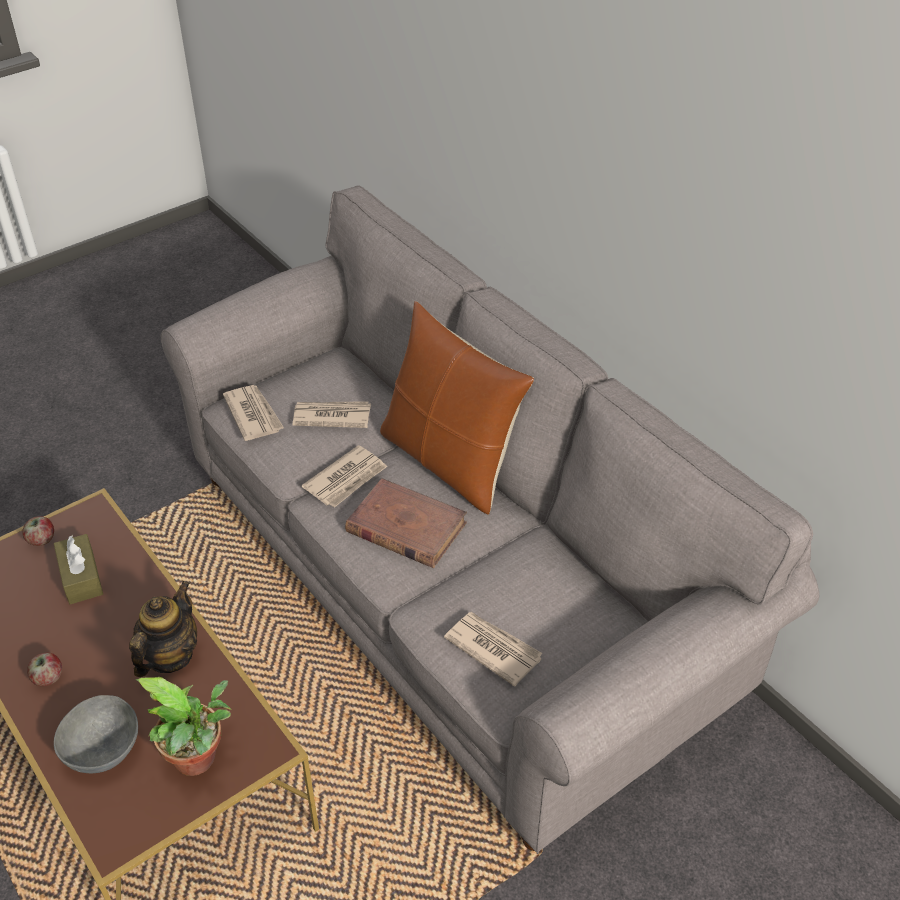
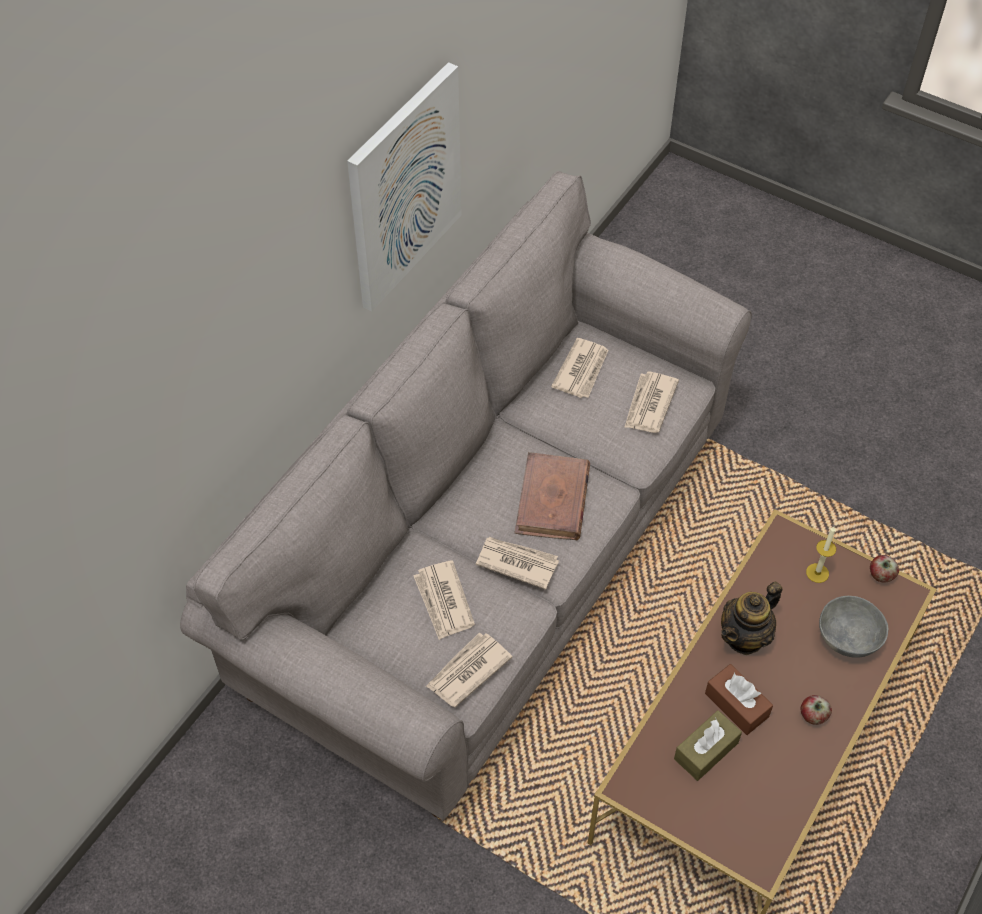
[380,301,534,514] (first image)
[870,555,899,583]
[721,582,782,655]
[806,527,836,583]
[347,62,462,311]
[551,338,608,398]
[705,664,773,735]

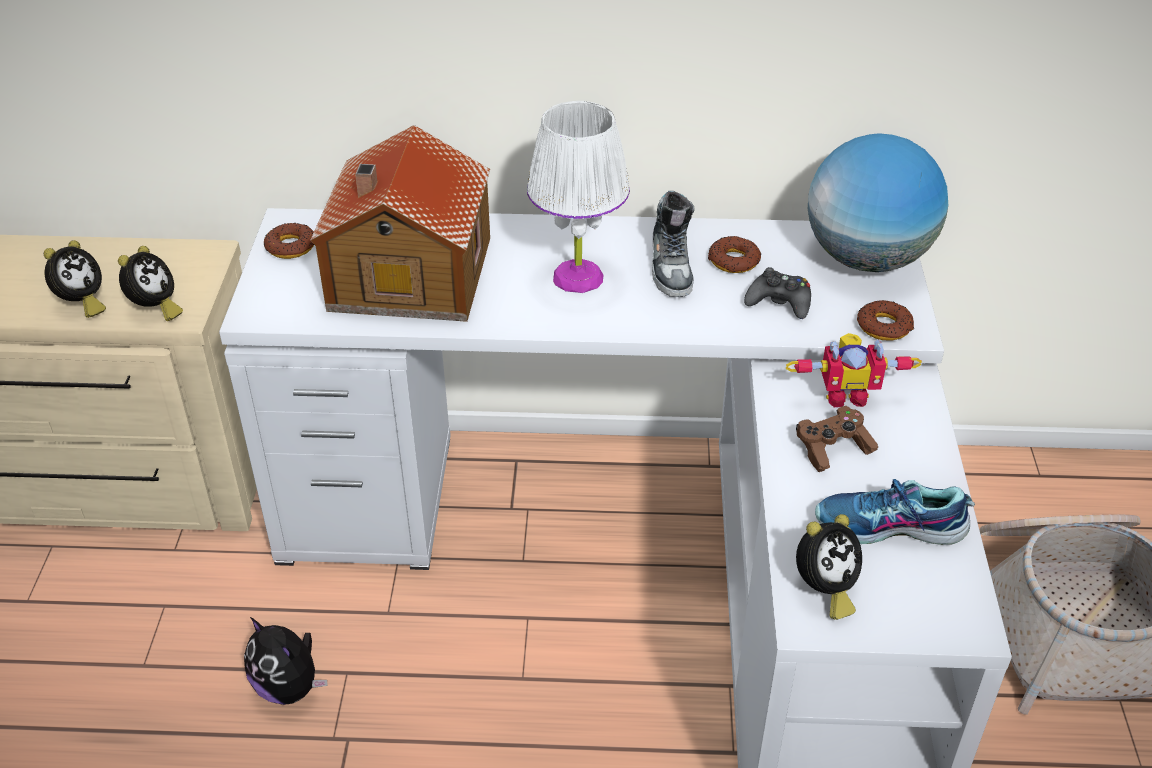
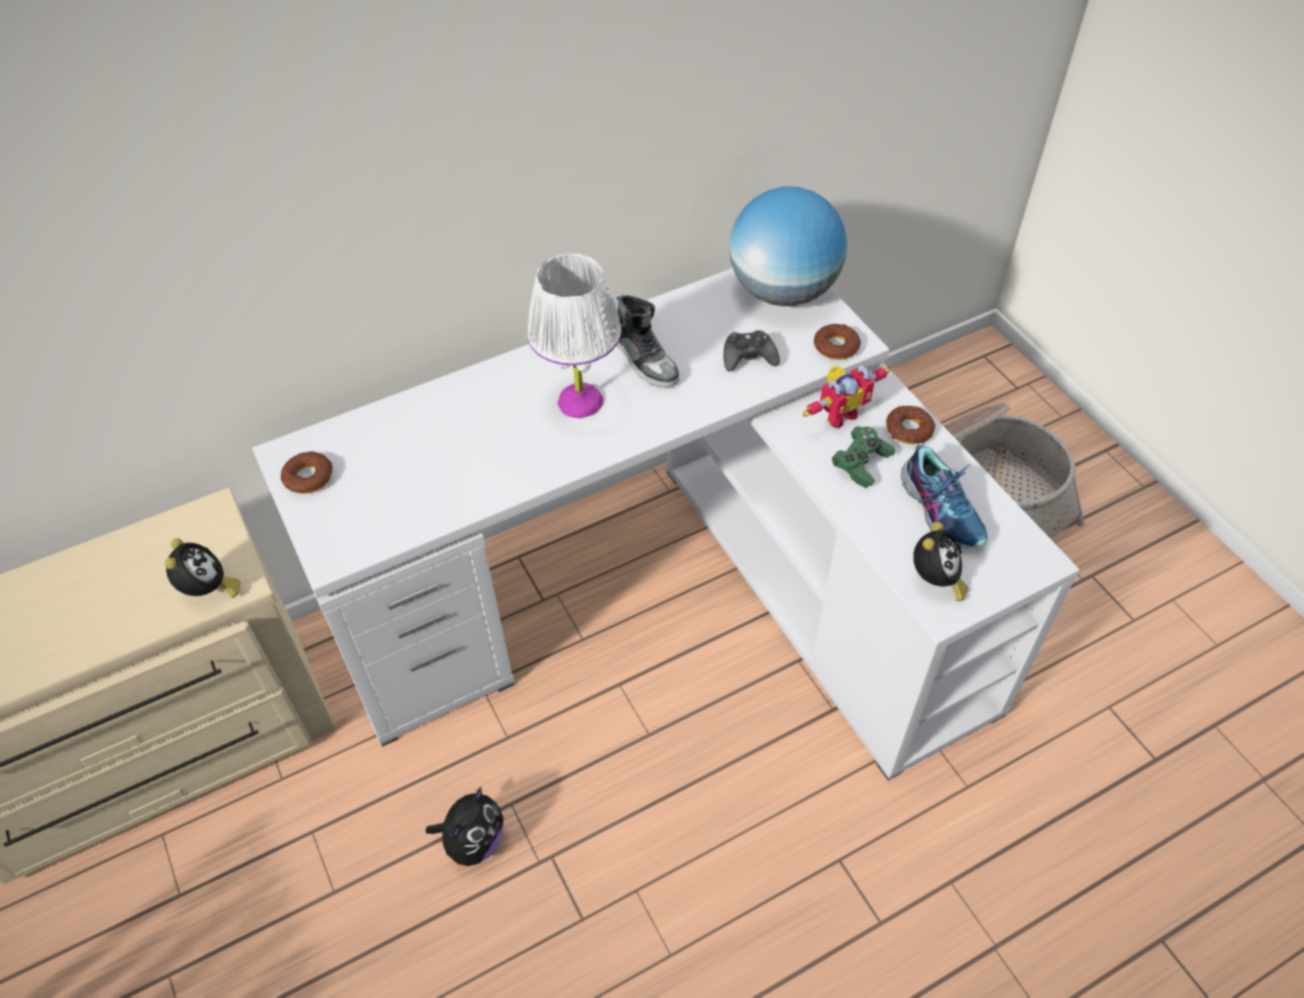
[310,125,490,322] (first image)
[886,405,935,444]
[44,240,106,318] (first image)
[832,426,895,488]
[901,444,988,548]
[426,787,503,866]

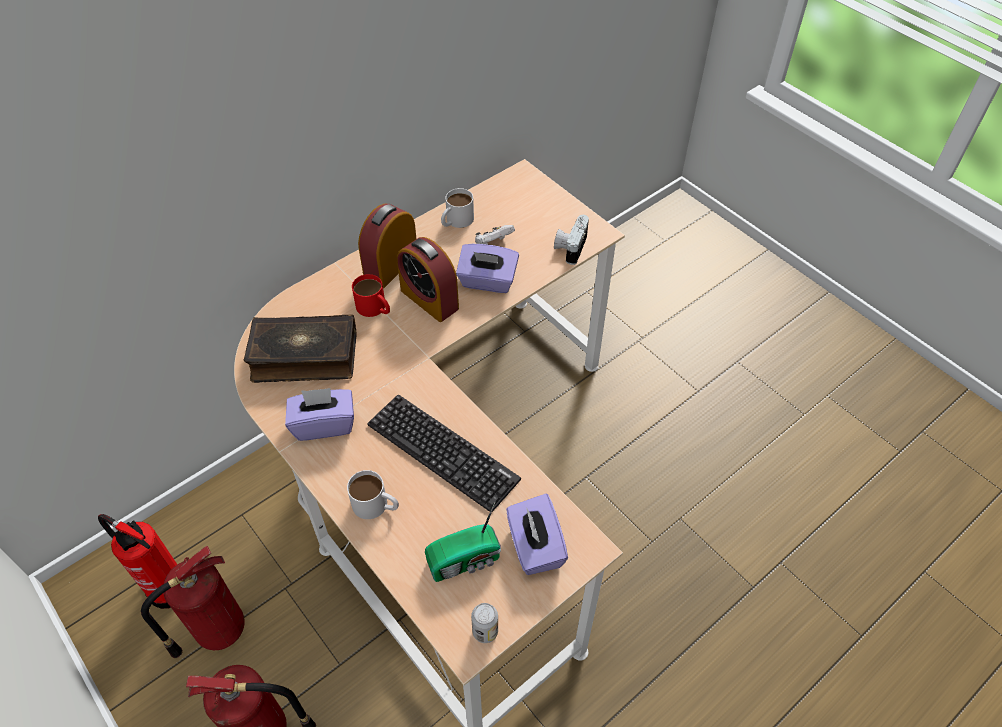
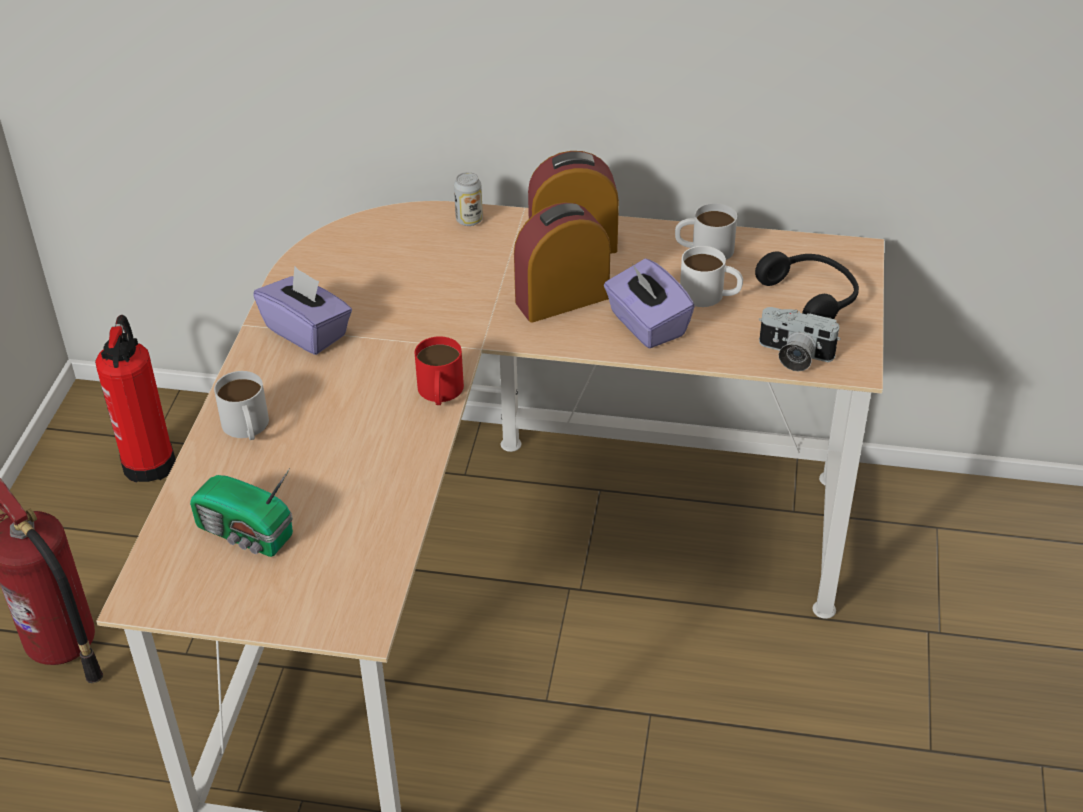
[759,307,841,371]
[680,246,743,307]
[514,202,610,323]
[415,336,464,405]
[244,315,357,383] (first image)
[368,395,521,512] (first image)
[506,494,568,575] (first image)
[141,546,244,658] (first image)
[454,172,483,226]
[755,251,859,319]

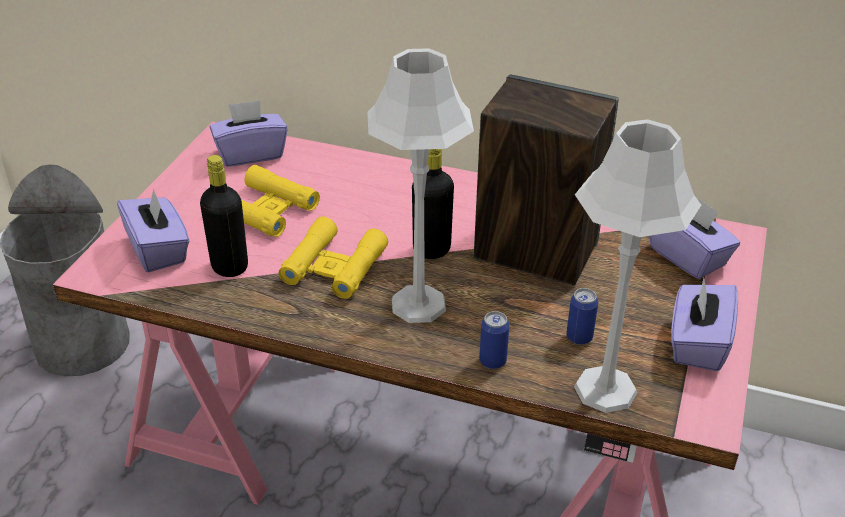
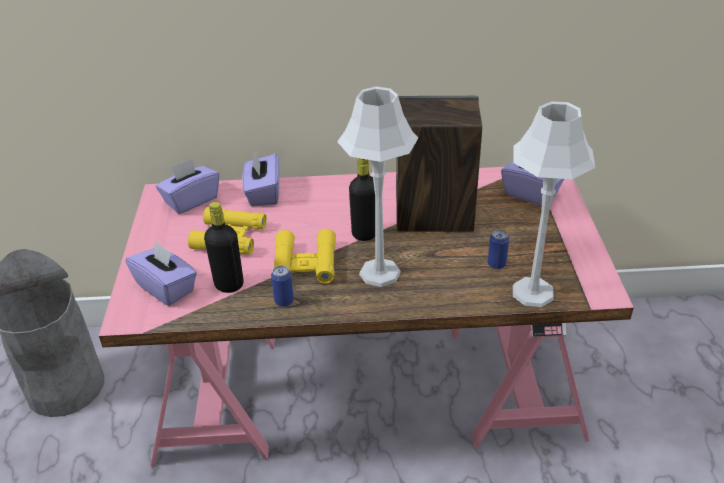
[242,151,279,206]
[271,265,294,307]

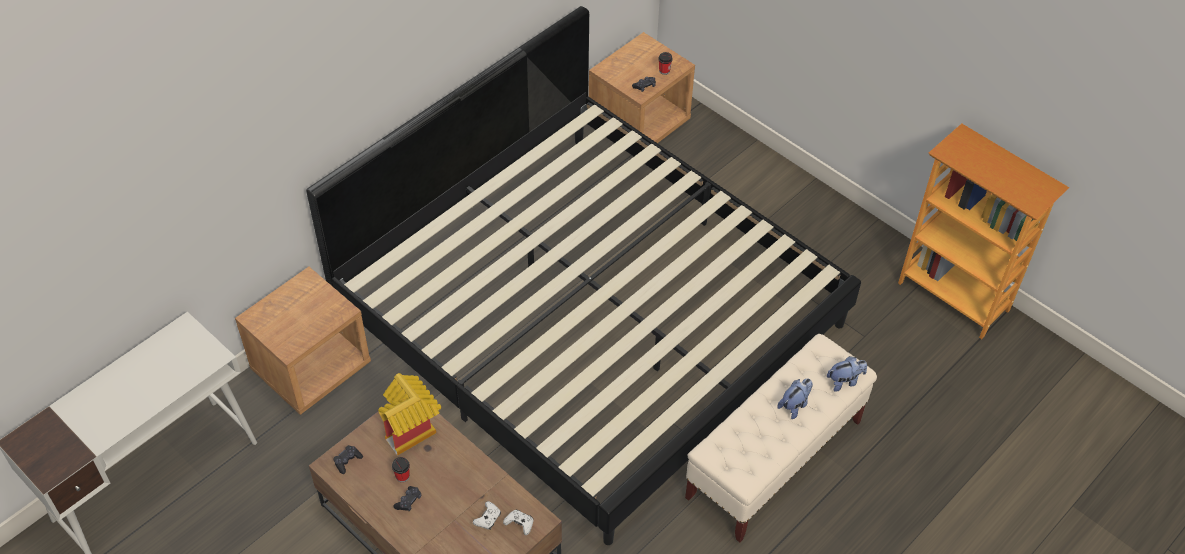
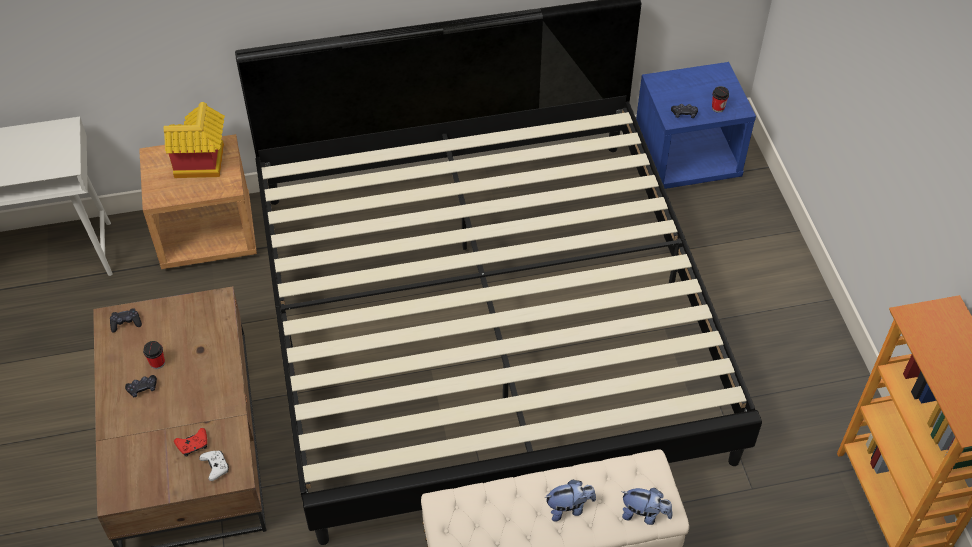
[636,62,756,189]
[164,102,225,178]
[174,428,207,457]

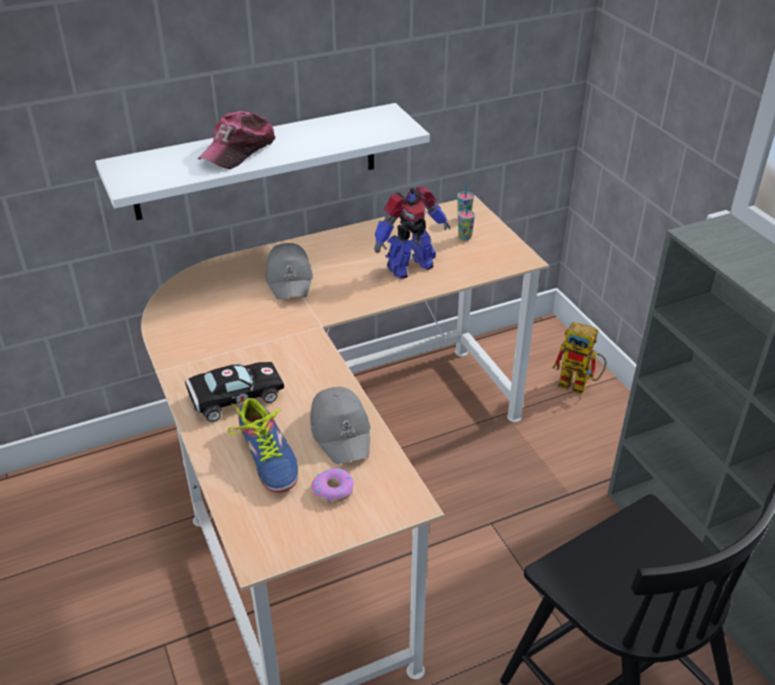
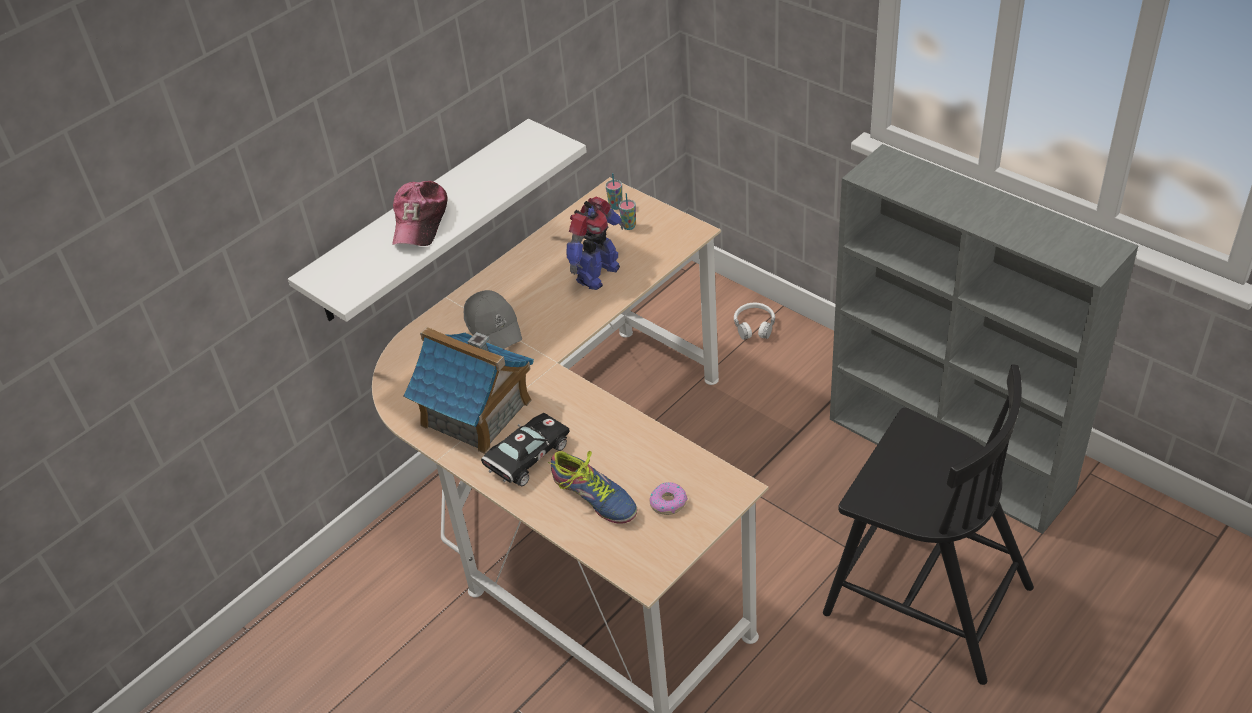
[734,303,775,340]
[310,387,371,464] (first image)
[404,327,534,454]

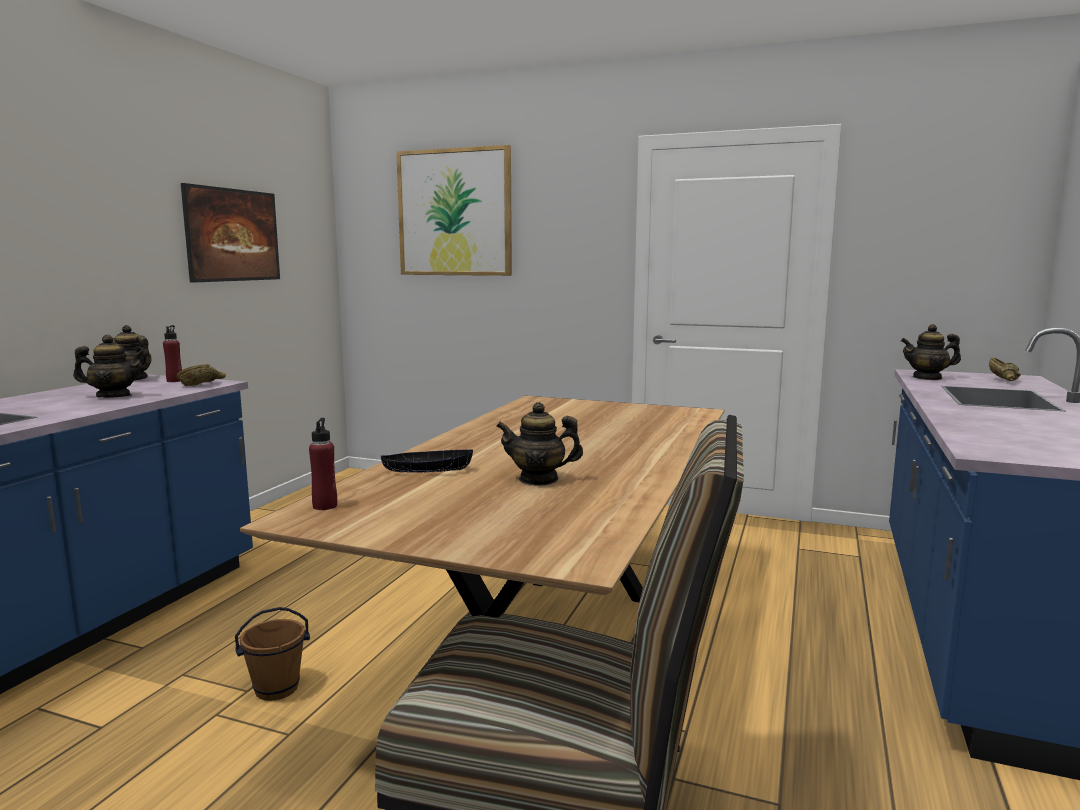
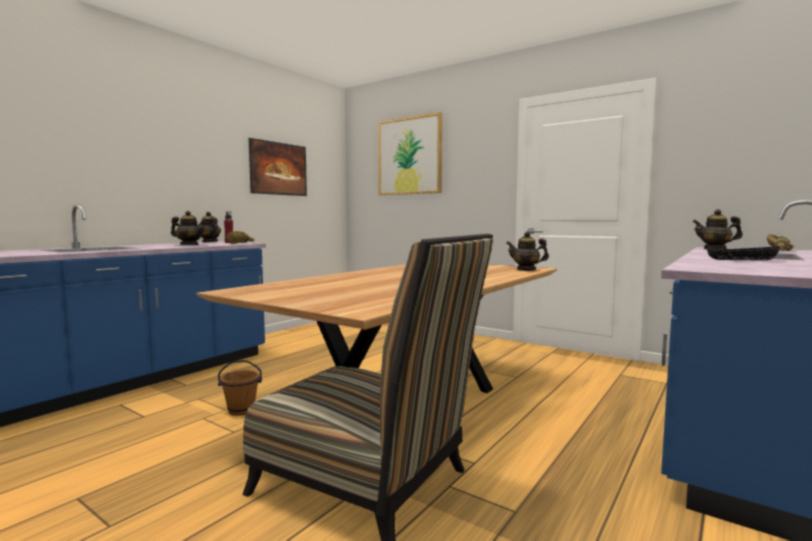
[506,232,549,271]
[309,418,337,510] (first image)
[707,245,780,261]

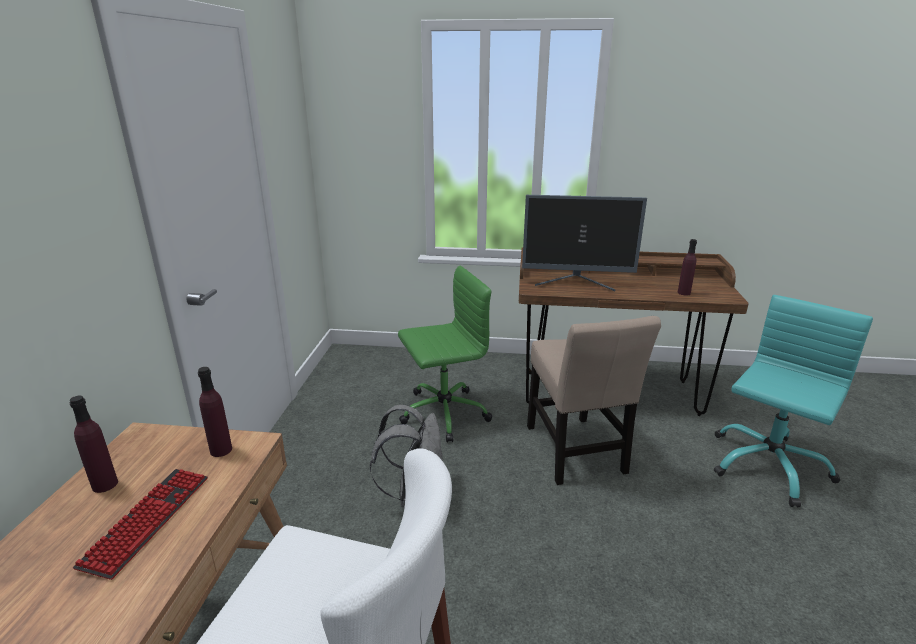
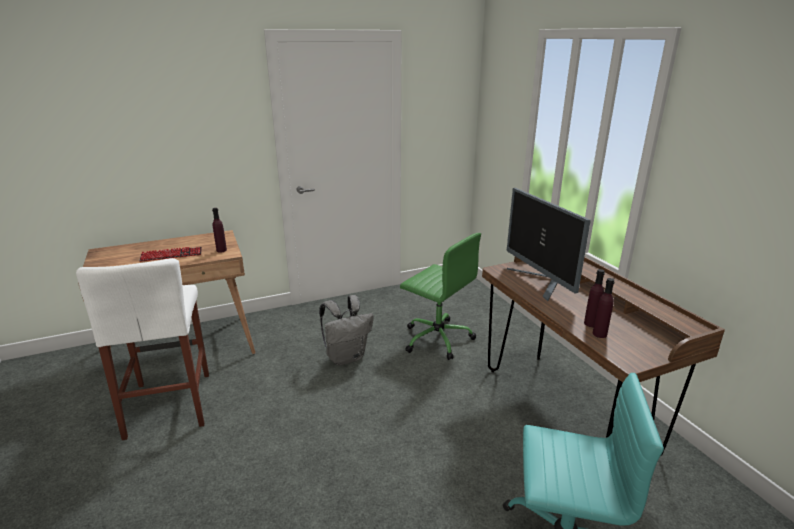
[527,316,661,485] (first image)
[584,269,605,327]

